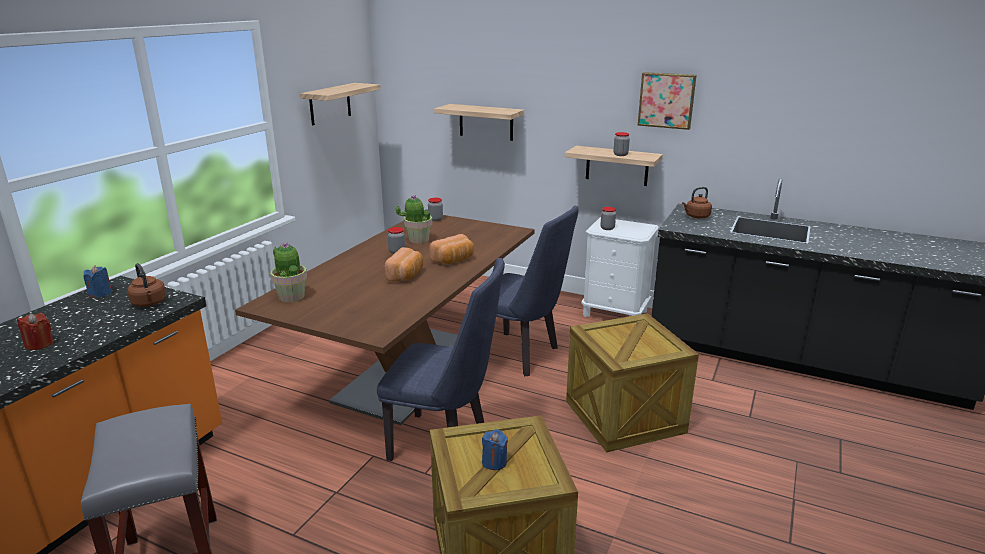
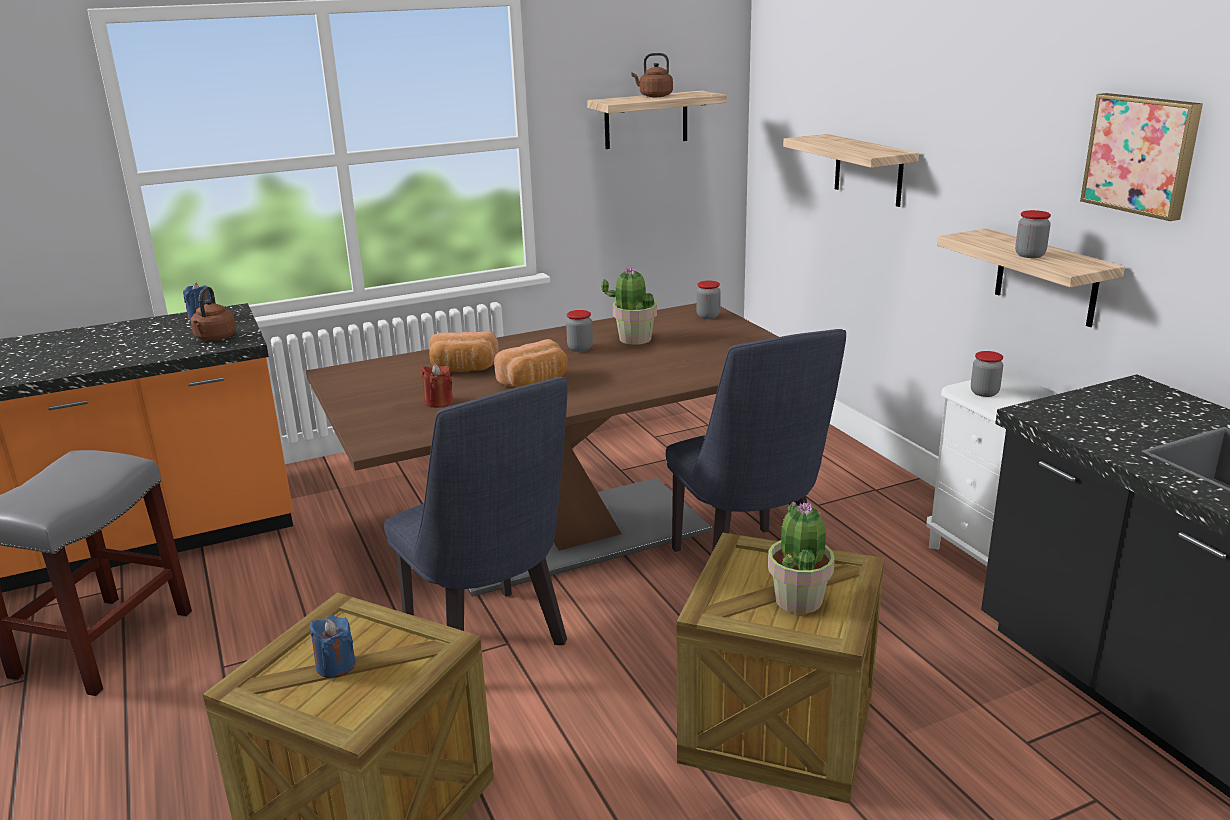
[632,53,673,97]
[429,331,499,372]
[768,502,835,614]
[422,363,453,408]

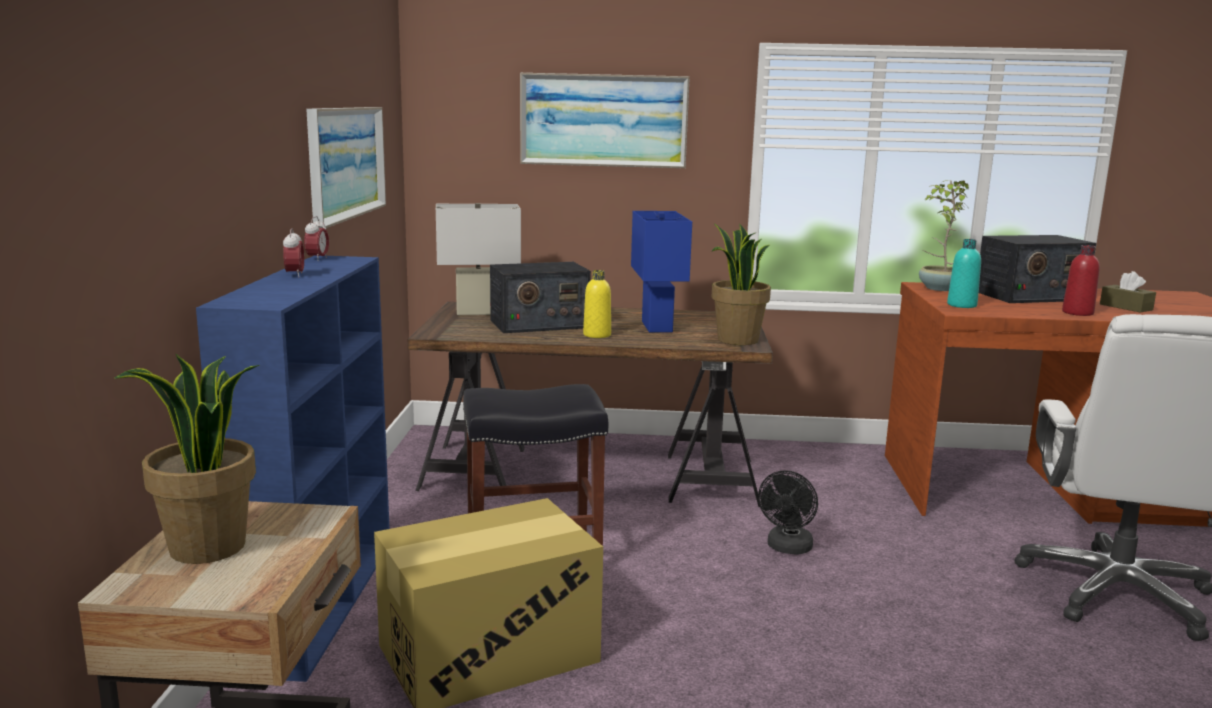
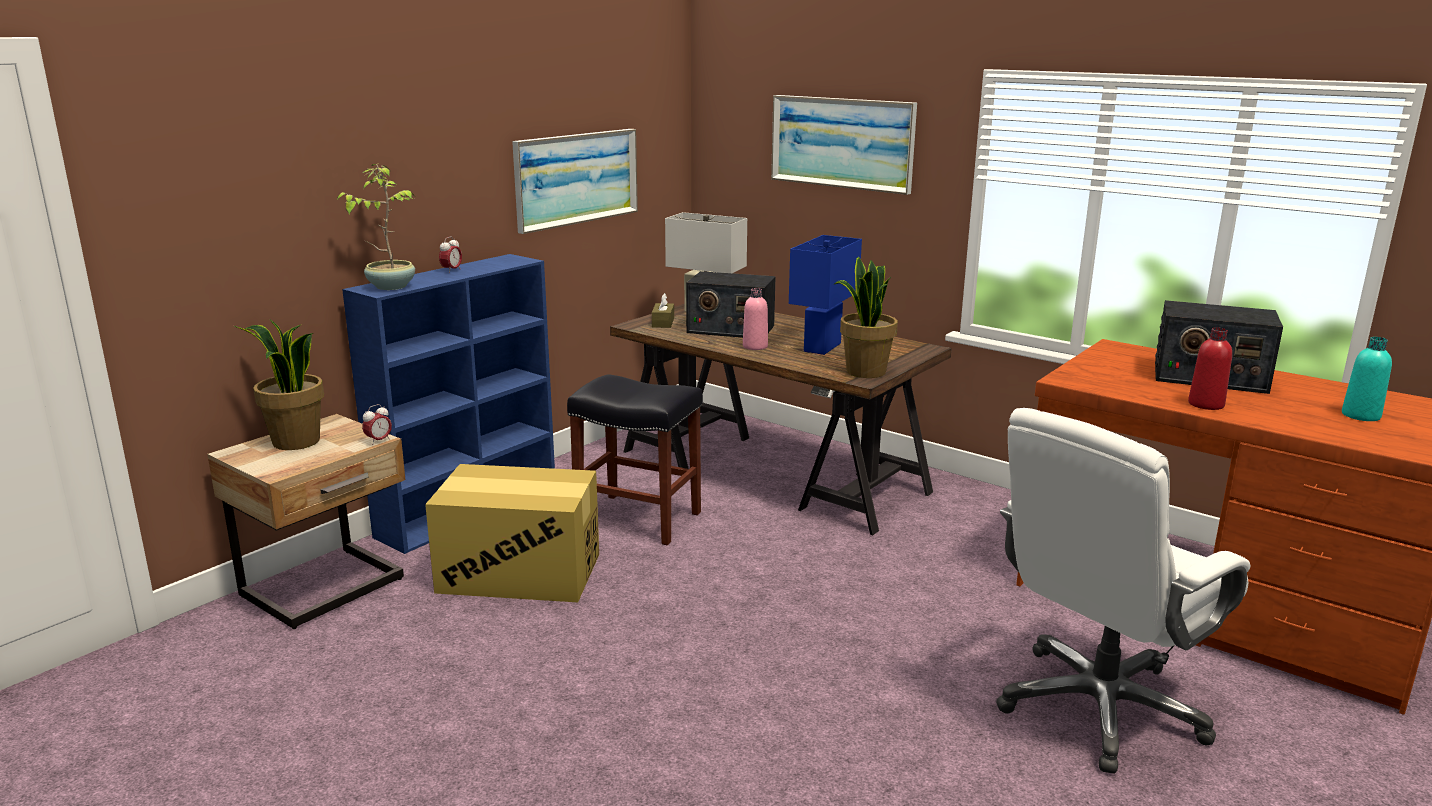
[337,164,415,290]
[362,404,392,445]
[1342,337,1392,421]
[743,288,768,350]
[652,293,674,328]
[758,470,818,555] (first image)

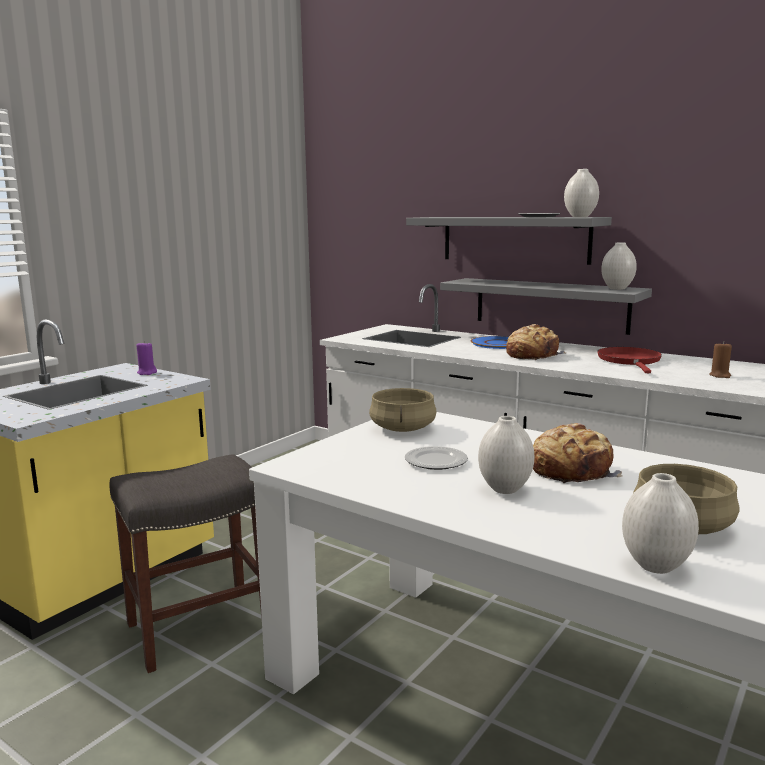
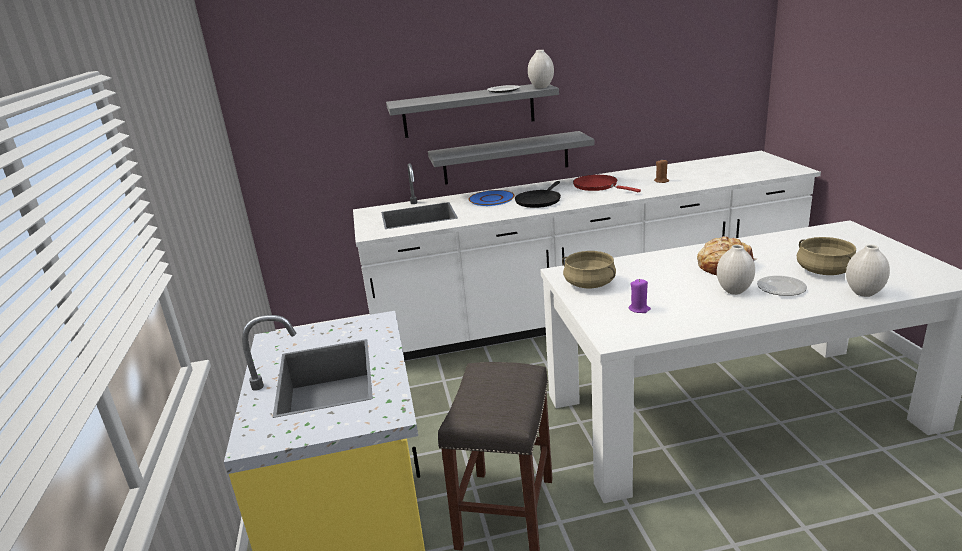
[601,243,637,290] (first image)
[515,181,561,208]
[628,279,651,313]
[757,276,807,296]

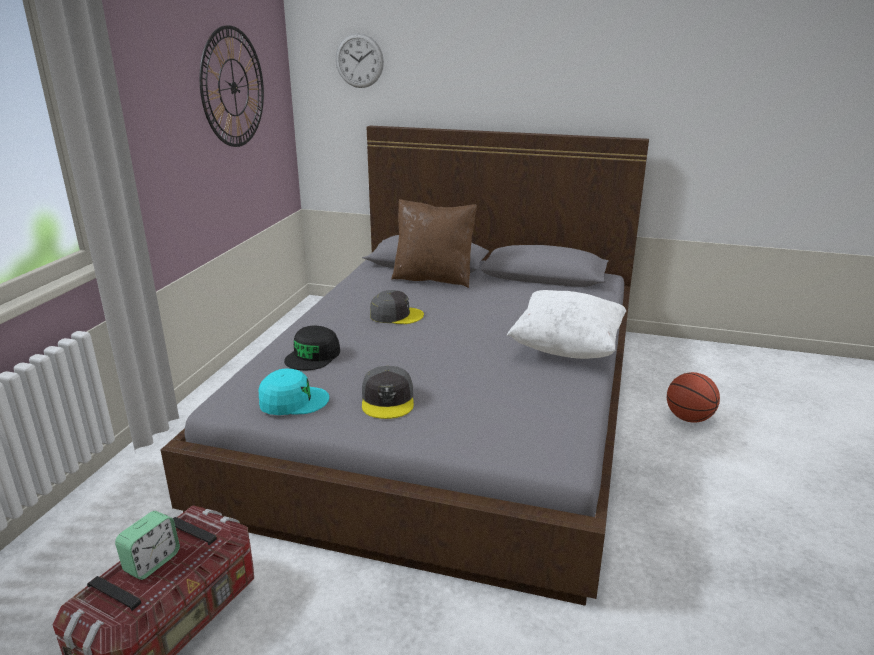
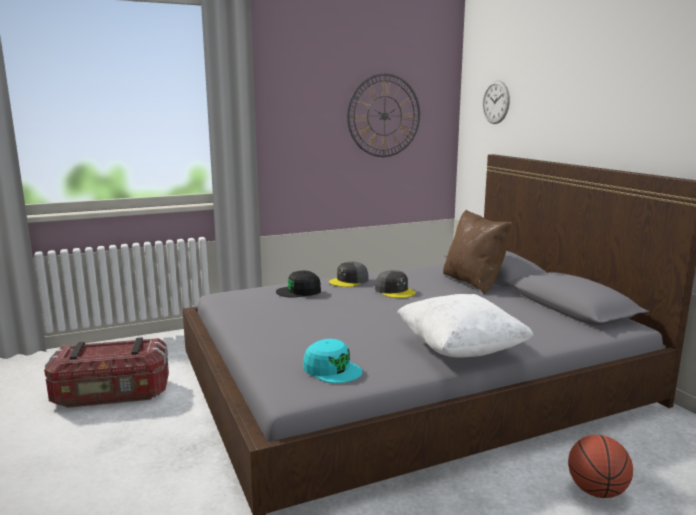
[329,261,369,287]
[303,339,362,383]
[115,511,180,580] (first image)

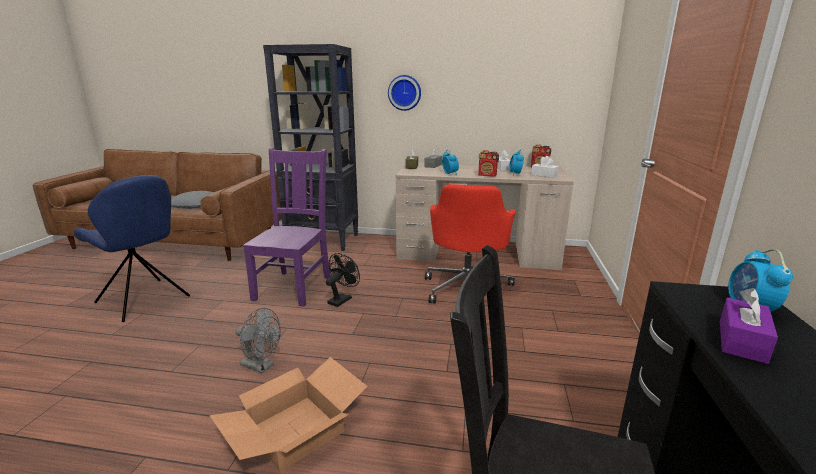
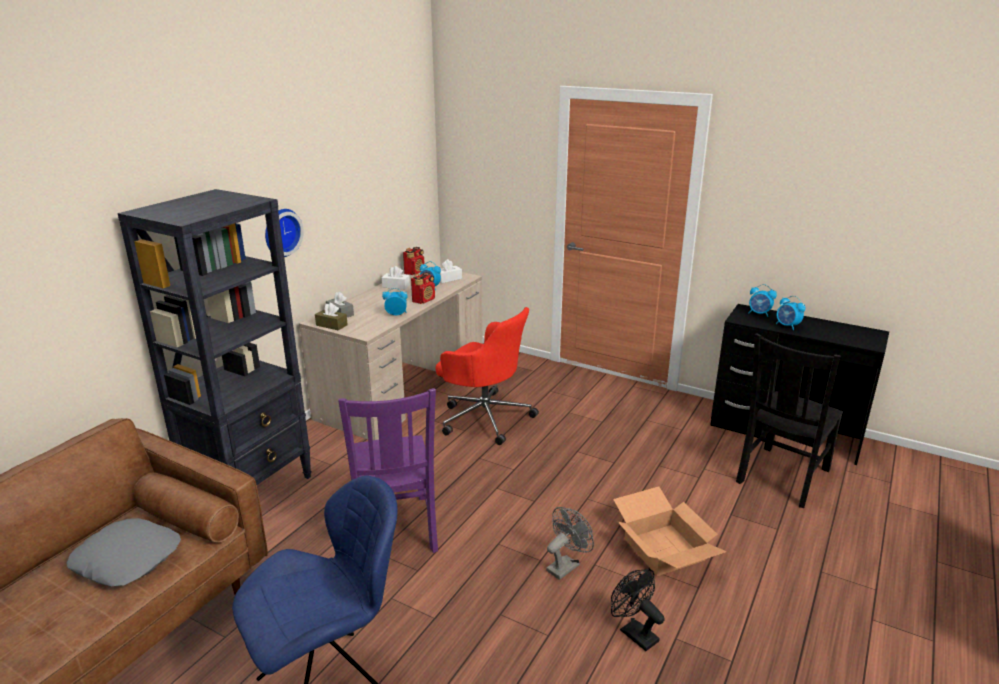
[338,388,438,553]
[611,569,665,651]
[776,296,806,330]

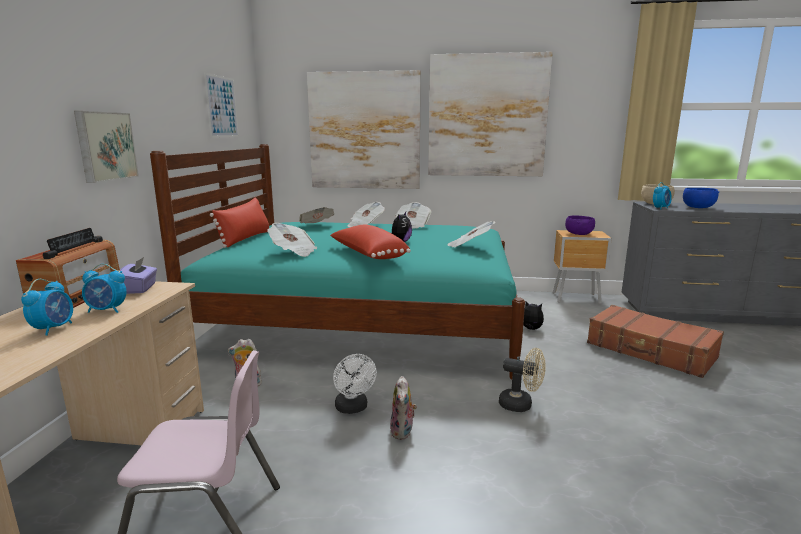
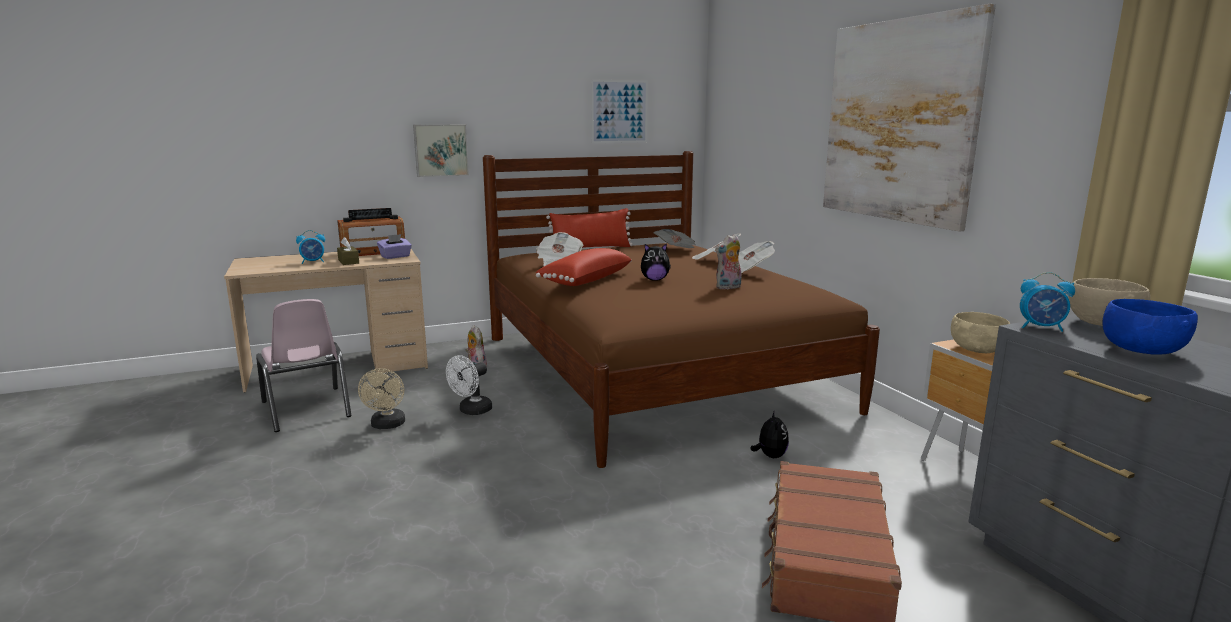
[307,70,421,189] (first image)
[483,151,880,468]
[951,312,1010,353]
[447,221,496,248] (first image)
[337,237,359,265]
[358,368,405,429]
[715,234,741,290]

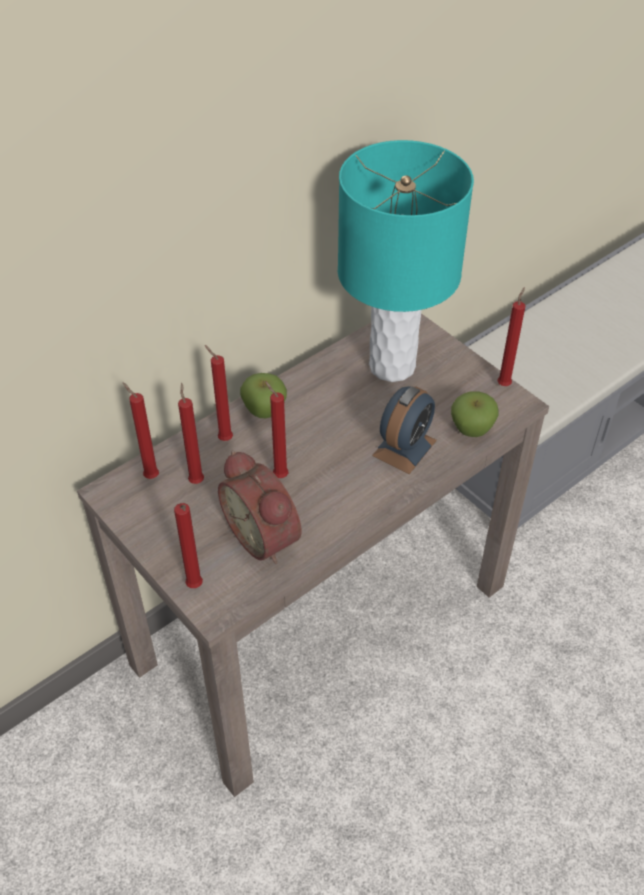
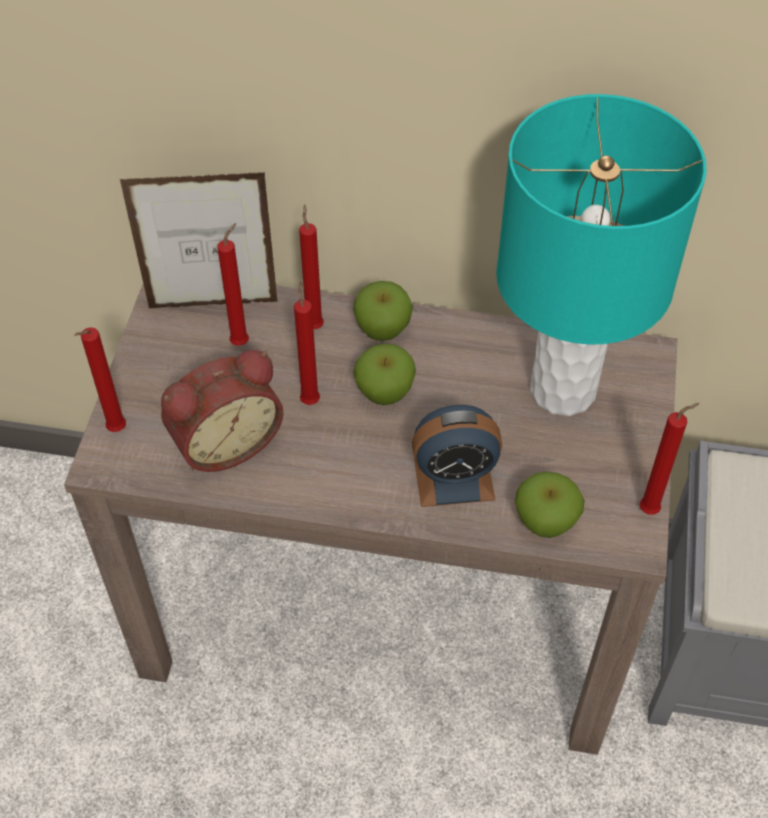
[120,172,278,309]
[161,350,283,472]
[353,344,416,405]

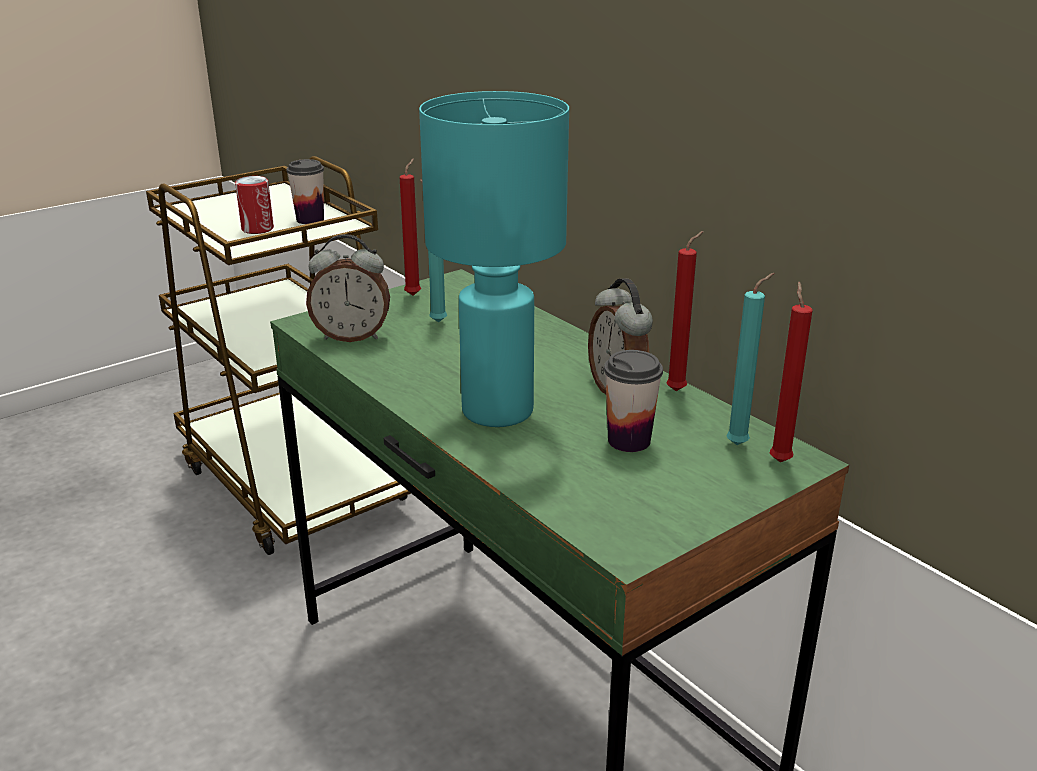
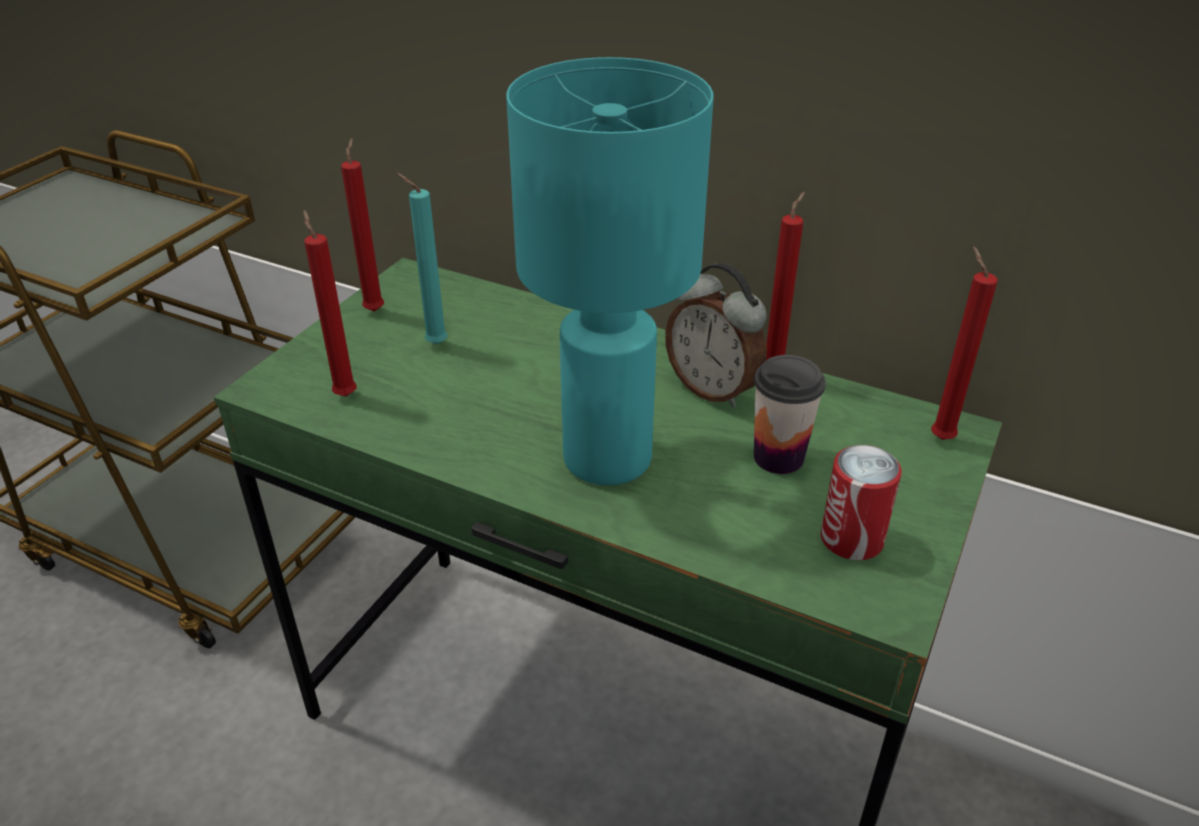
[286,159,324,224] (first image)
[821,445,902,560]
[303,210,356,396]
[726,273,774,445] (first image)

